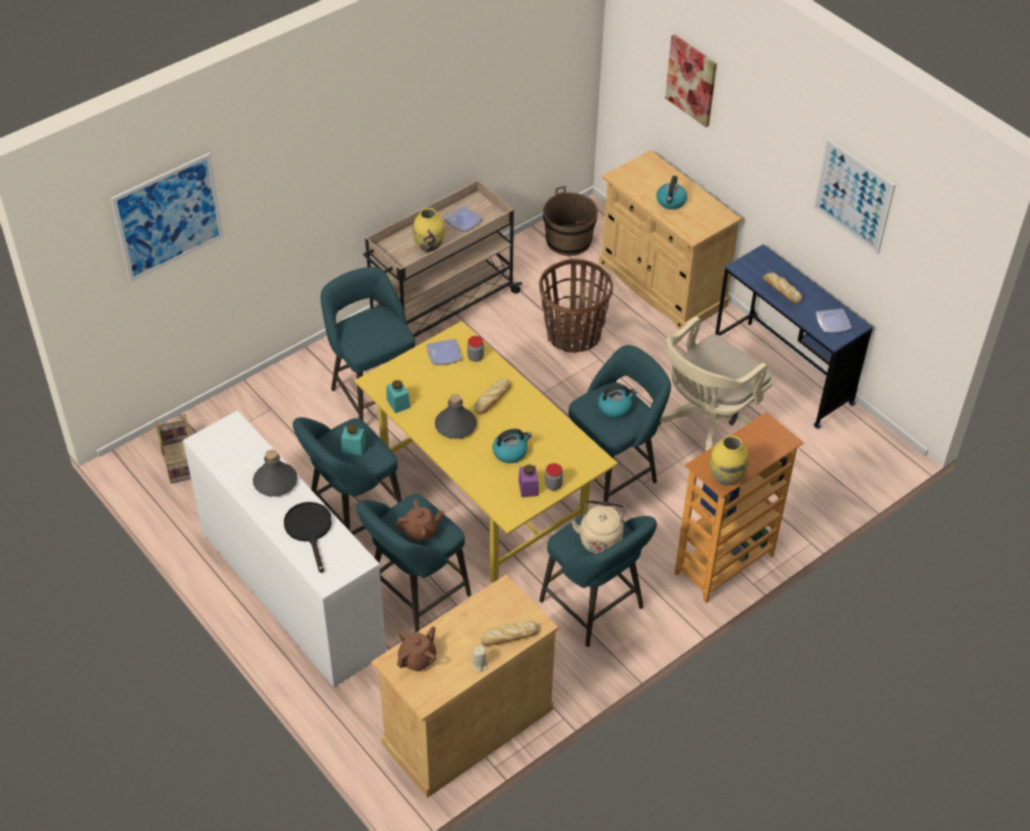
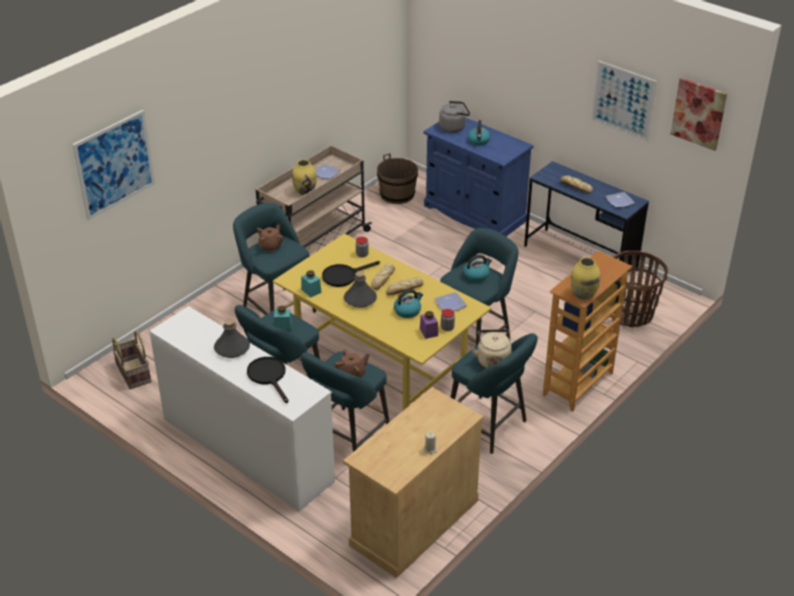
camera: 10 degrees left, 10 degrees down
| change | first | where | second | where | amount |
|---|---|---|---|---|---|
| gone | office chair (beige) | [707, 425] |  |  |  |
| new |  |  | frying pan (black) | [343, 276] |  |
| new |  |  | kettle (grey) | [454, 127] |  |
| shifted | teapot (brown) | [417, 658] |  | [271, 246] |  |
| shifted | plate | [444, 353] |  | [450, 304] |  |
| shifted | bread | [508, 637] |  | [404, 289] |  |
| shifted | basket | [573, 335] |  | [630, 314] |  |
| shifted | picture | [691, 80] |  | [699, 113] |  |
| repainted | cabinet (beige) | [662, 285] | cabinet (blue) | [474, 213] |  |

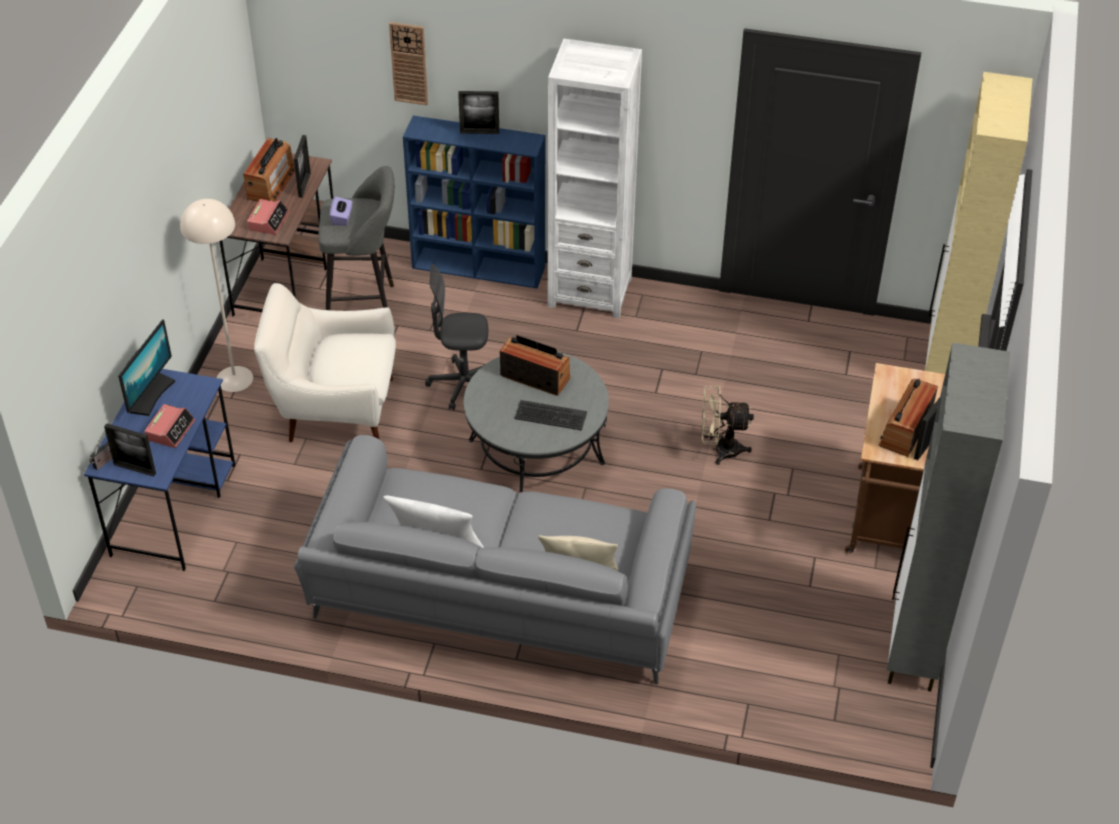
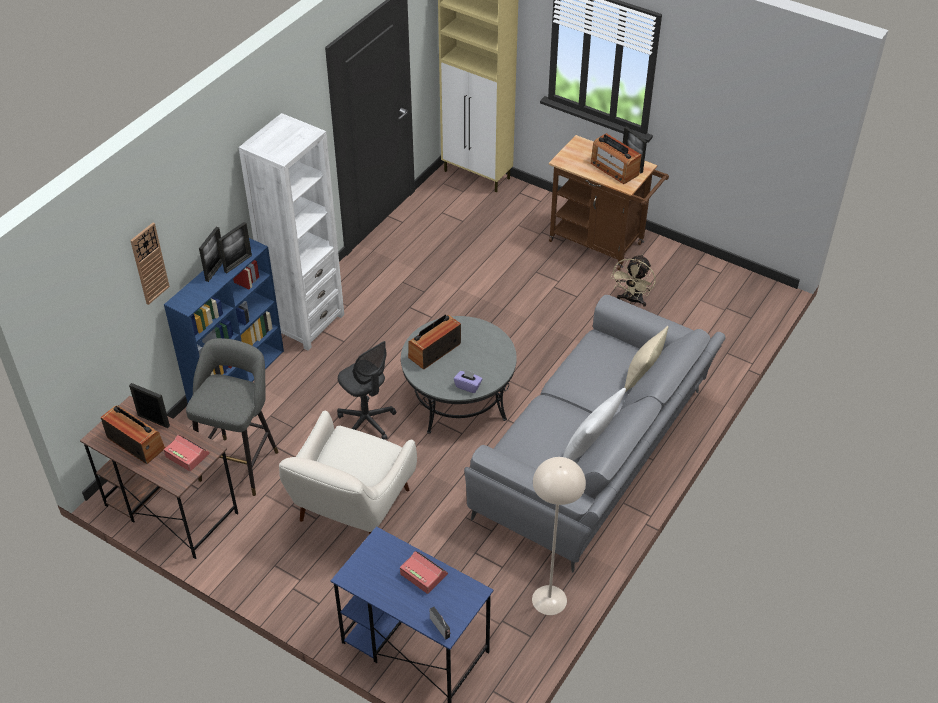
camera: 70 degrees left, 0 degrees up
| change | first | where | second | where | amount |
|---|---|---|---|---|---|
| gone | monitor | [150, 395] |  |  |  |
| gone | keyboard | [550, 416] |  |  |  |
| gone | cabinet (grey) | [913, 648] |  |  |  |
| shifted | picture frame | [135, 469] |  | [238, 263] |  |
| shifted | floor lamp (beige) | [234, 379] |  | [549, 600] |  |
| shifted | tissue box (purple) | [342, 218] |  | [468, 386] |  |
| shifted | fan (beige) | [720, 449] |  | [632, 300] |  |
| rotated | office chair (grey) | [462, 385] |  | [367, 422] | 60 degrees counterclockwise |

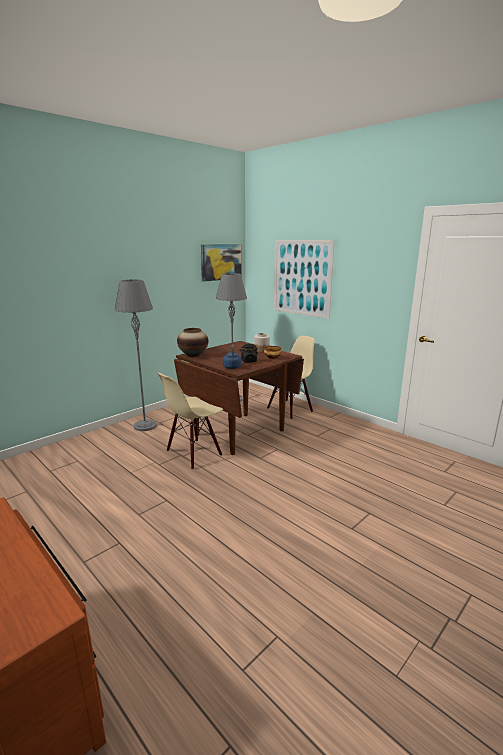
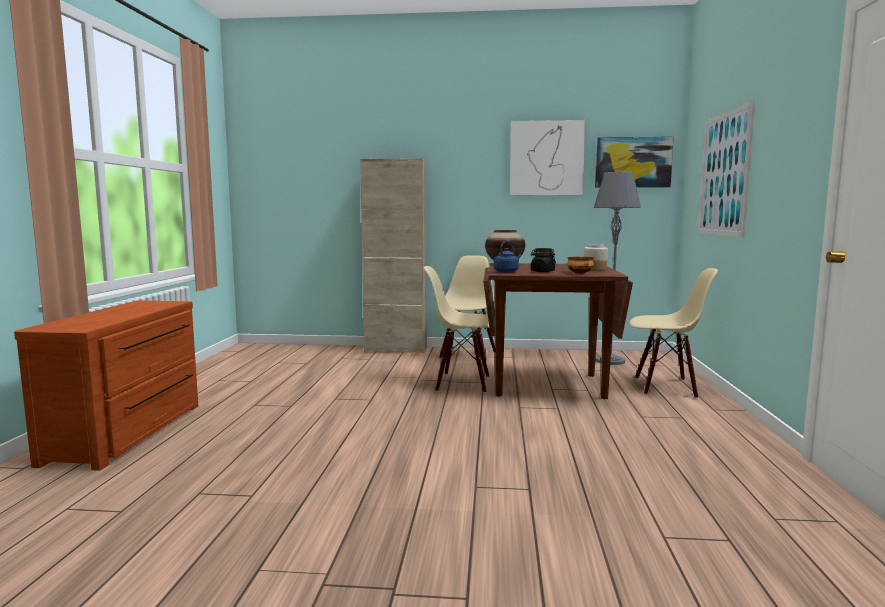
camera: 50 degrees right, 10 degrees down
| change | first | where | second | where | amount |
|---|---|---|---|---|---|
| new |  |  | cabinet (beige) | [396, 349] |  |
| new |  |  | picture | [546, 158] |  |
| swapped | floor lamp (grey) | [145, 426] | chair (beige) | [467, 355] |  |

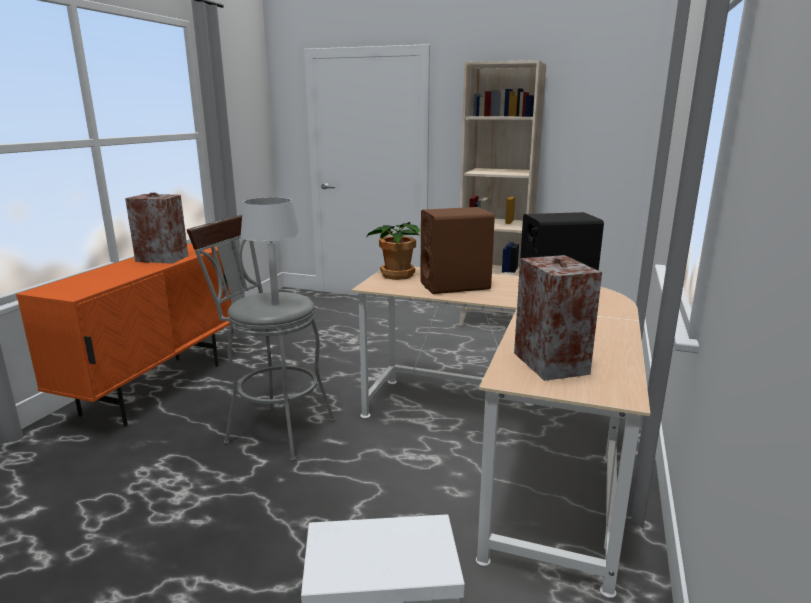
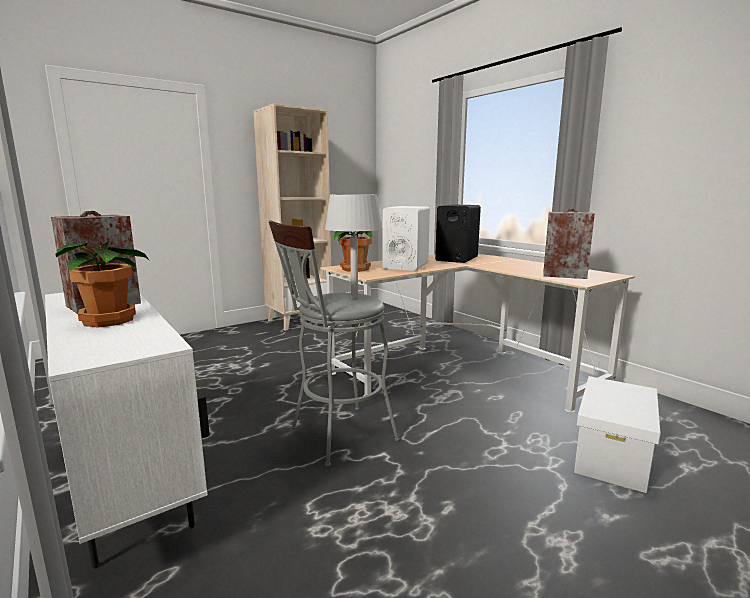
camera: 55 degrees left, 5 degrees down
| change | first | where | second | where | amount |
|---|---|---|---|---|---|
| new |  |  | potted plant | [111, 320] |  |
| repainted | cabinet (orange) | [155, 388] | cabinet (white) | [129, 487] |  |
| repainted | speaker (brown) | [455, 286] | speaker (white) | [406, 266] |  |

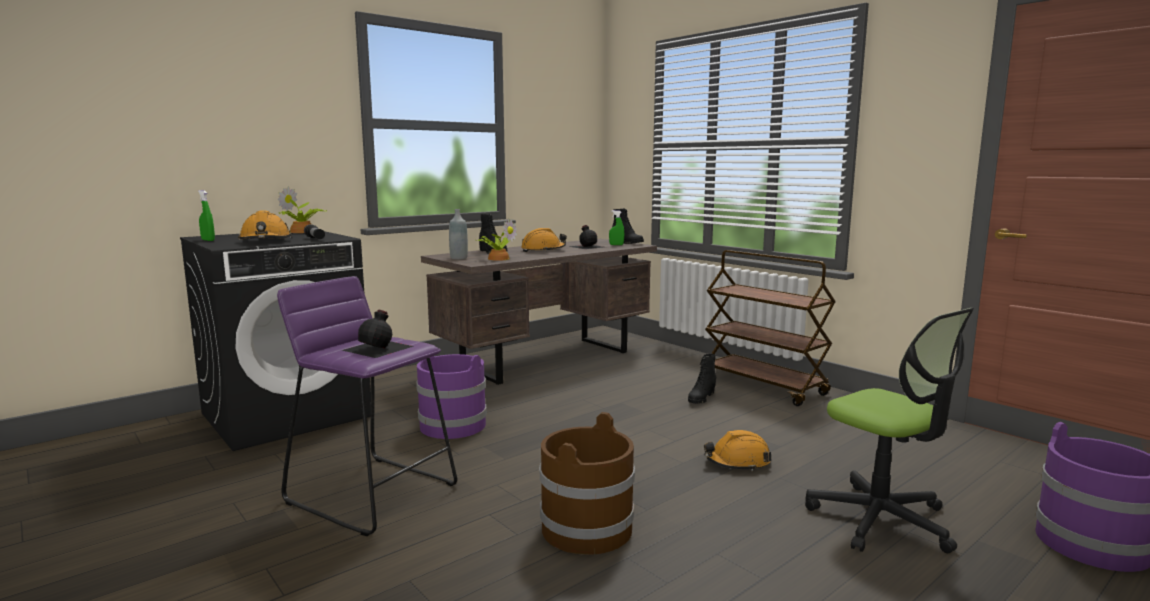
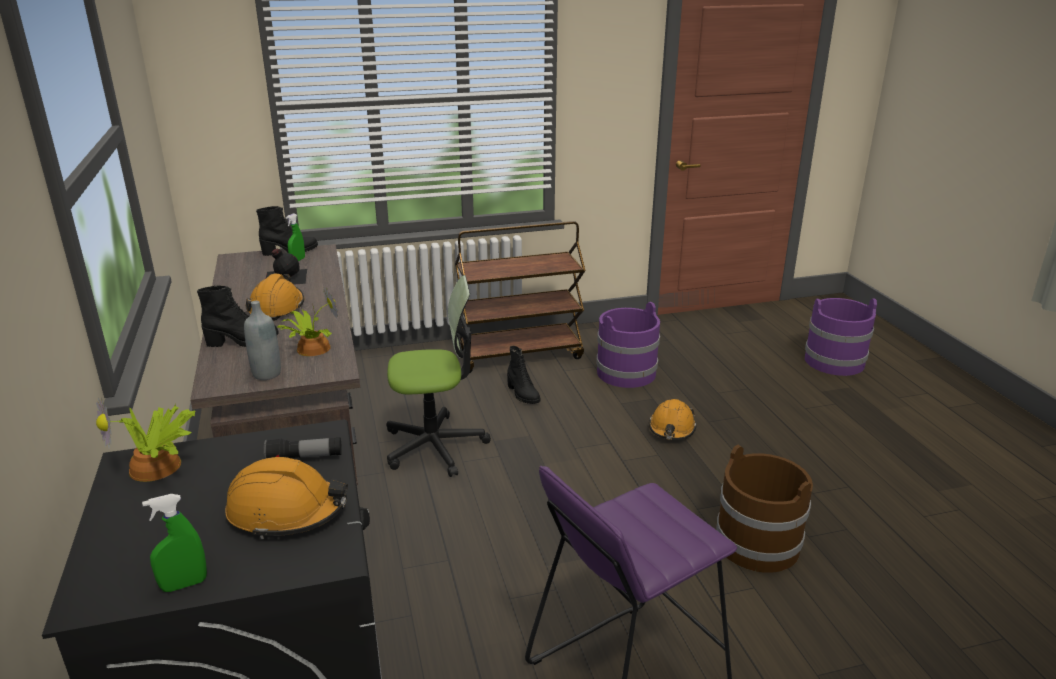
camera: 65 degrees left, 15 degrees up
| change | first | where | second | where | amount |
|---|---|---|---|---|---|
| gone | bottle (black) | [379, 348] |  |  |  |
| shifted | bucket (purple) | [452, 425] |  | [626, 373] |  |
| shifted | office chair | [881, 520] |  | [435, 446] |  |

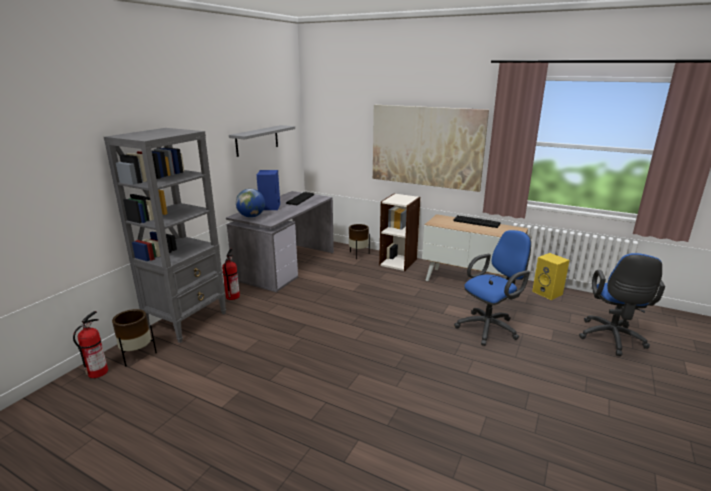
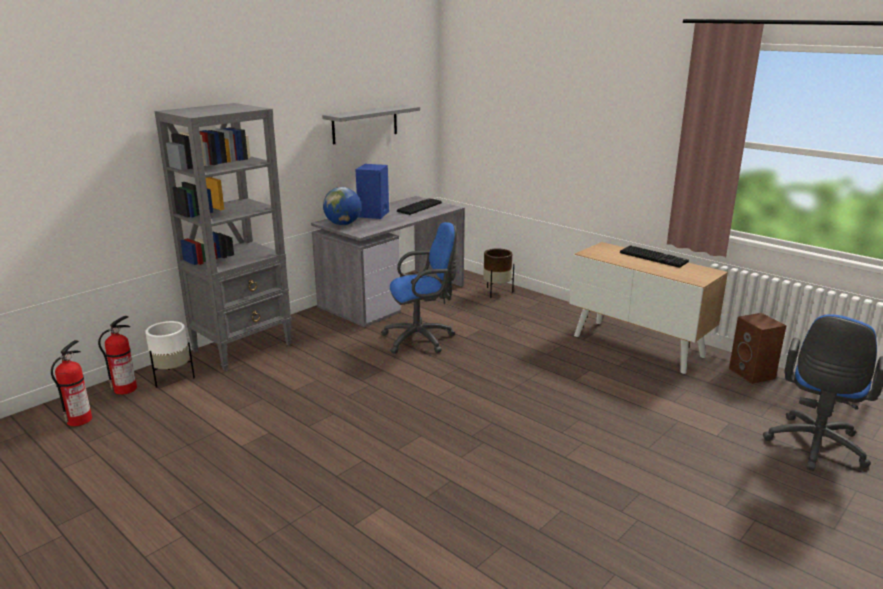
camera: 15 degrees right, 0 degrees up
| change | first | where | second | where | amount |
|---|---|---|---|---|---|
| gone | picture | [426, 146] |  |  |  |
| gone | bookcase | [398, 262] |  |  |  |
| shifted | fire extinguisher | [232, 296] |  | [80, 419] |  |
| shifted | office chair (blue) | [489, 327] |  | [422, 339] |  |
| repainted | planter (brown) | [138, 355] | planter (white) | [173, 378] |  |
| repainted | speaker (yellow) | [548, 293] | speaker (brown) | [753, 374] |  |

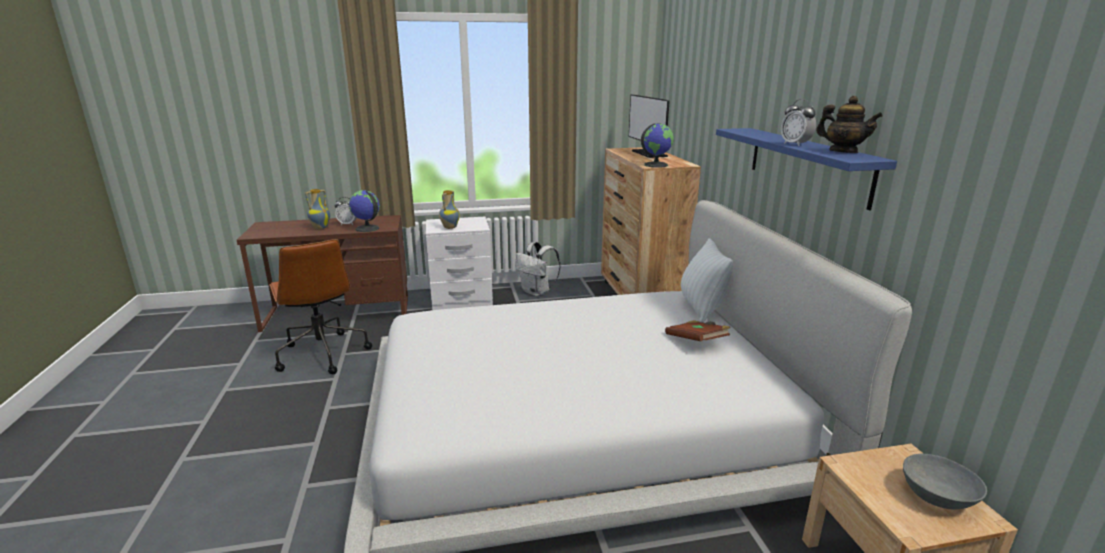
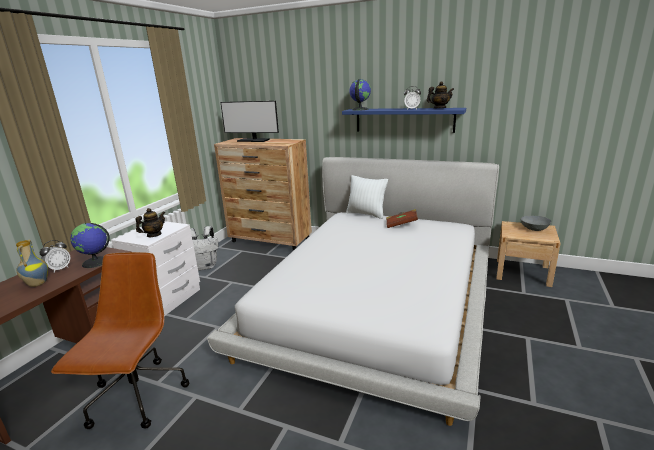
camera: 55 degrees left, 0 degrees up
| change | first | where | second | where | amount |
|---|---|---|---|---|---|
| shifted | globe | [655, 165] |  | [359, 109] |  |
| swapped | vase | [449, 227] | teapot | [154, 235] |  |
| rotated | office chair (brown) | [322, 354] |  | [137, 397] | 90 degrees counterclockwise |

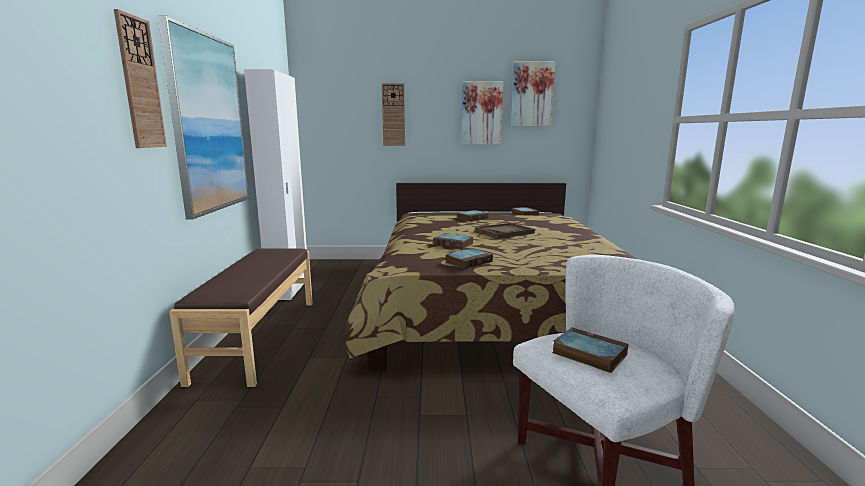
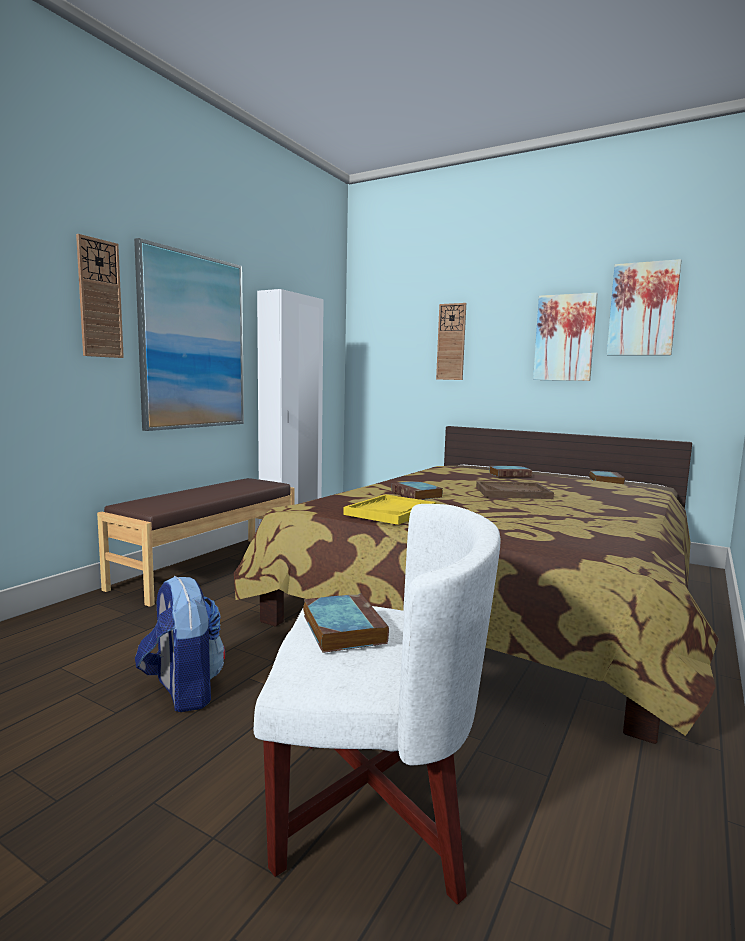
camera: 30 degrees right, 5 degrees down
| change | first | where | second | where | amount |
|---|---|---|---|---|---|
| new |  |  | backpack | [182, 691] |  |
| swapped | book | [469, 261] | tray (yellow) | [391, 512] |  |

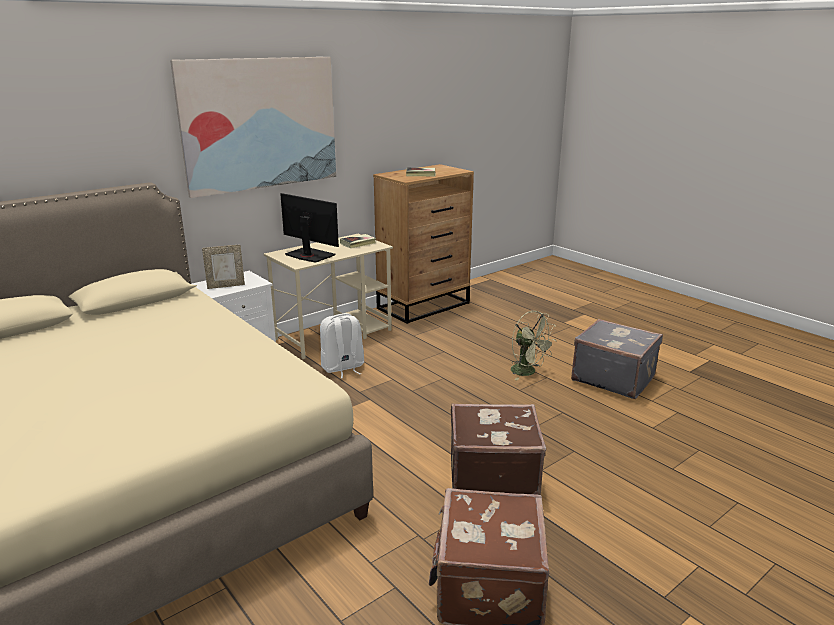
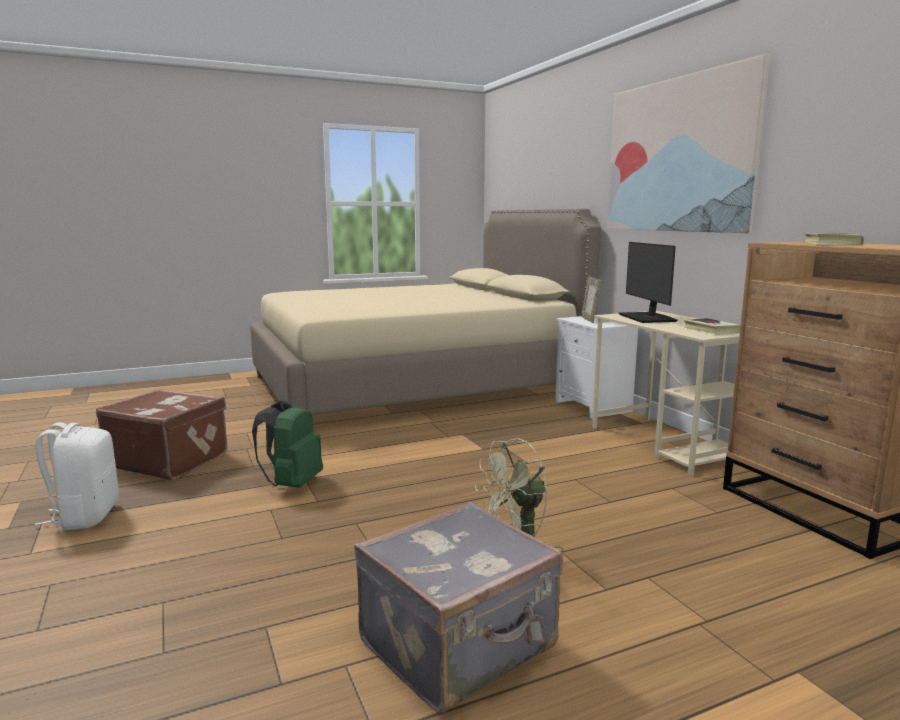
camera: 105 degrees right, 10 degrees down
| change | first | where | second | where | amount |
|---|---|---|---|---|---|
| shifted | backpack (white) | [342, 368] |  | [85, 516] |  |
| swapped | suitcase (brown) | [492, 475] | backpack (green) | [292, 484] |  |
| rotated | monitor | [309, 255] |  | [647, 318] | 120 degrees clockwise |

